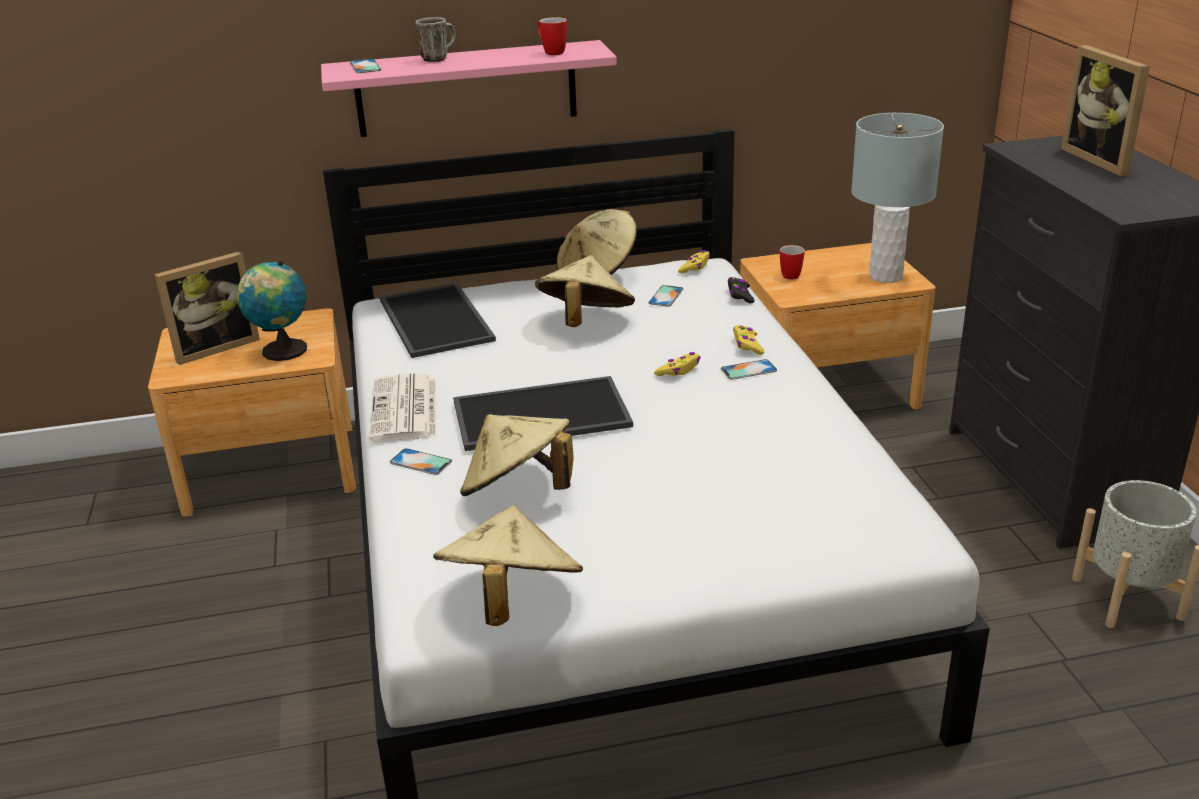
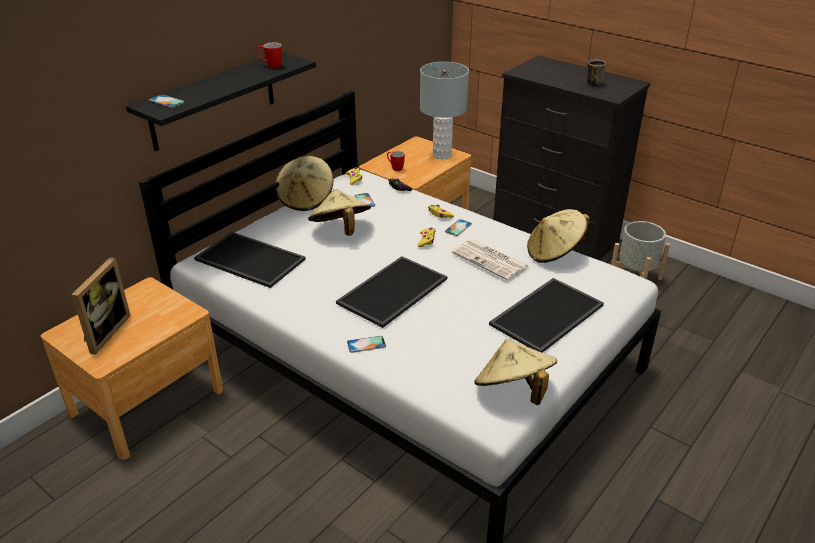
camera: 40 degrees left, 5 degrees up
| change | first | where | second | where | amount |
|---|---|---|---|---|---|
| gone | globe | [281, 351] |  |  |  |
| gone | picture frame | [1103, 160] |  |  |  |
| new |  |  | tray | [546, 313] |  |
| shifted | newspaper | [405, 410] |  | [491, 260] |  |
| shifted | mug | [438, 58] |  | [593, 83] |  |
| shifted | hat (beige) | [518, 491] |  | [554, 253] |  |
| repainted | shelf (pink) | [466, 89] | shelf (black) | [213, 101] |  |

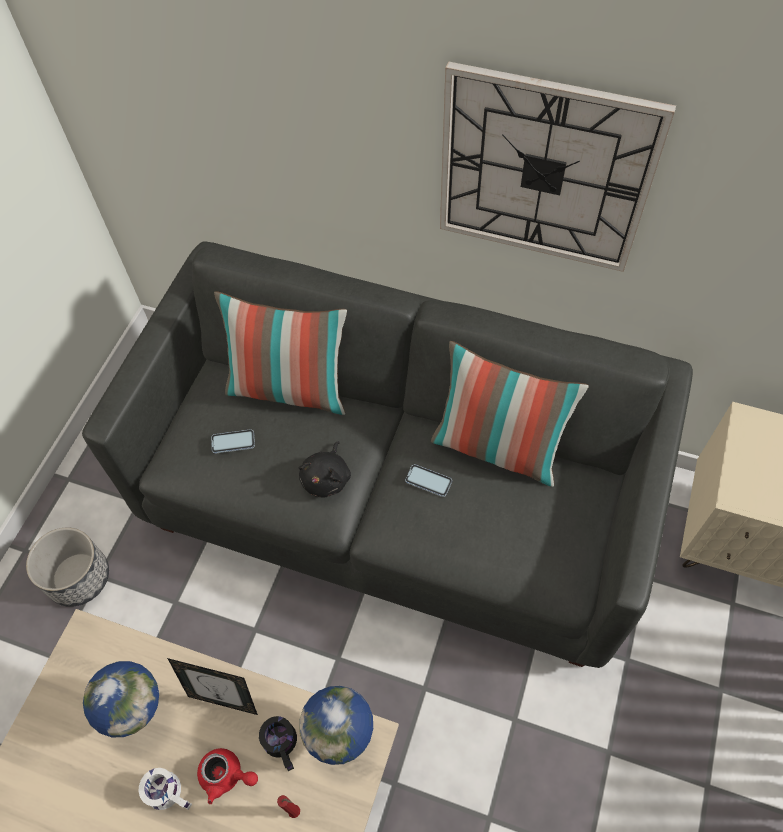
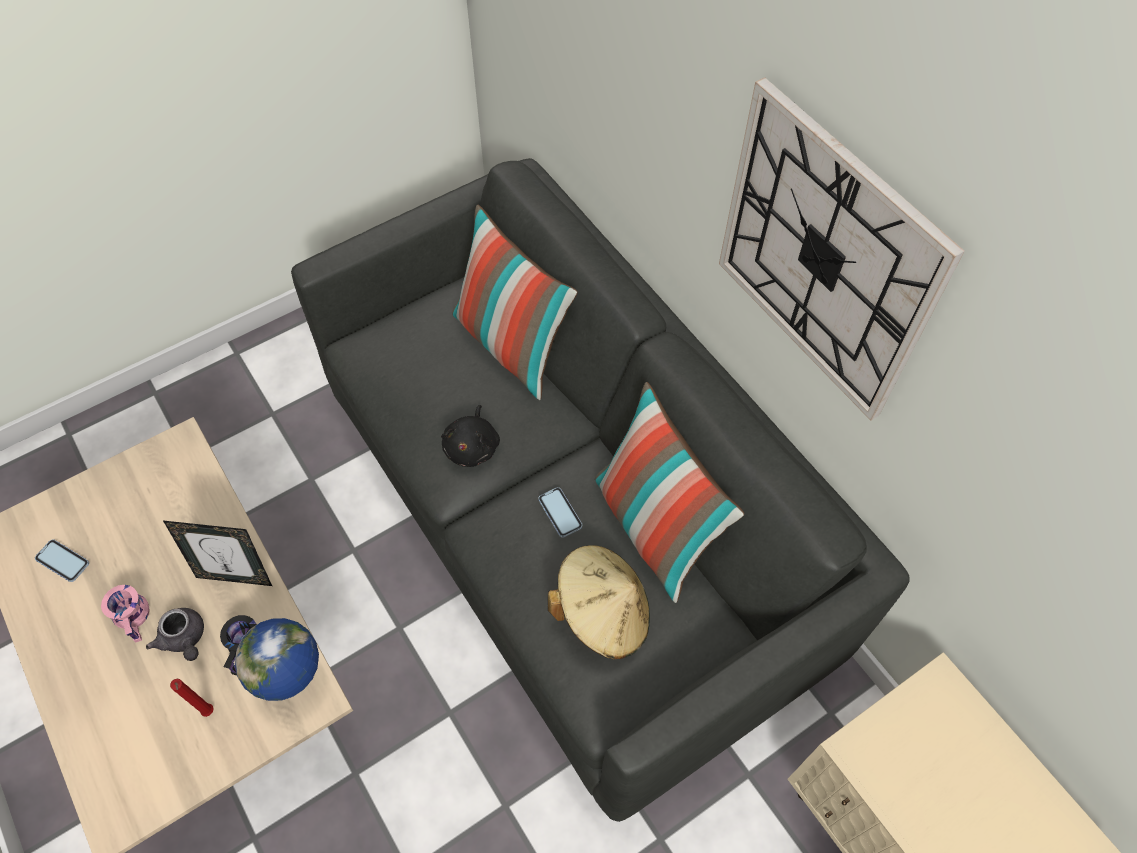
camera: 35 degrees right, 0 degrees up
| change | first | where | second | where | amount |
|---|---|---|---|---|---|
| gone | planter | [78, 577] |  |  |  |
| gone | globe | [140, 712] |  |  |  |
| new |  |  | hat (beige) | [602, 613] |  |
| shifted | phone | [233, 442] |  | [63, 561] |  |
| repainted | mug (white) | [171, 791] | mug (pink) | [136, 617] |  |
| repainted | teapot (red) | [226, 776] | teapot (grey) | [185, 639] |  |
| rotated | picture frame | [224, 699] |  | [236, 575] | 45 degrees counterclockwise |
| rotated | plush toy (black) | [327, 478] |  | [472, 446] | 45 degrees counterclockwise |

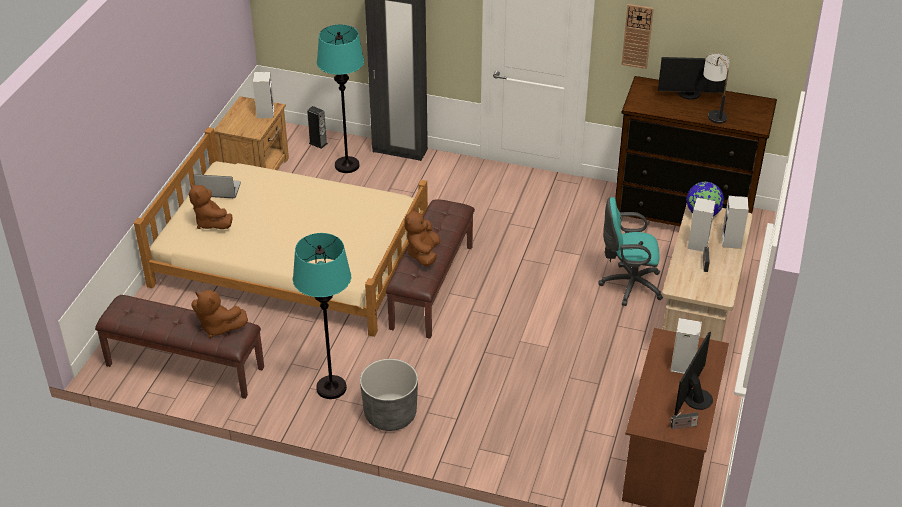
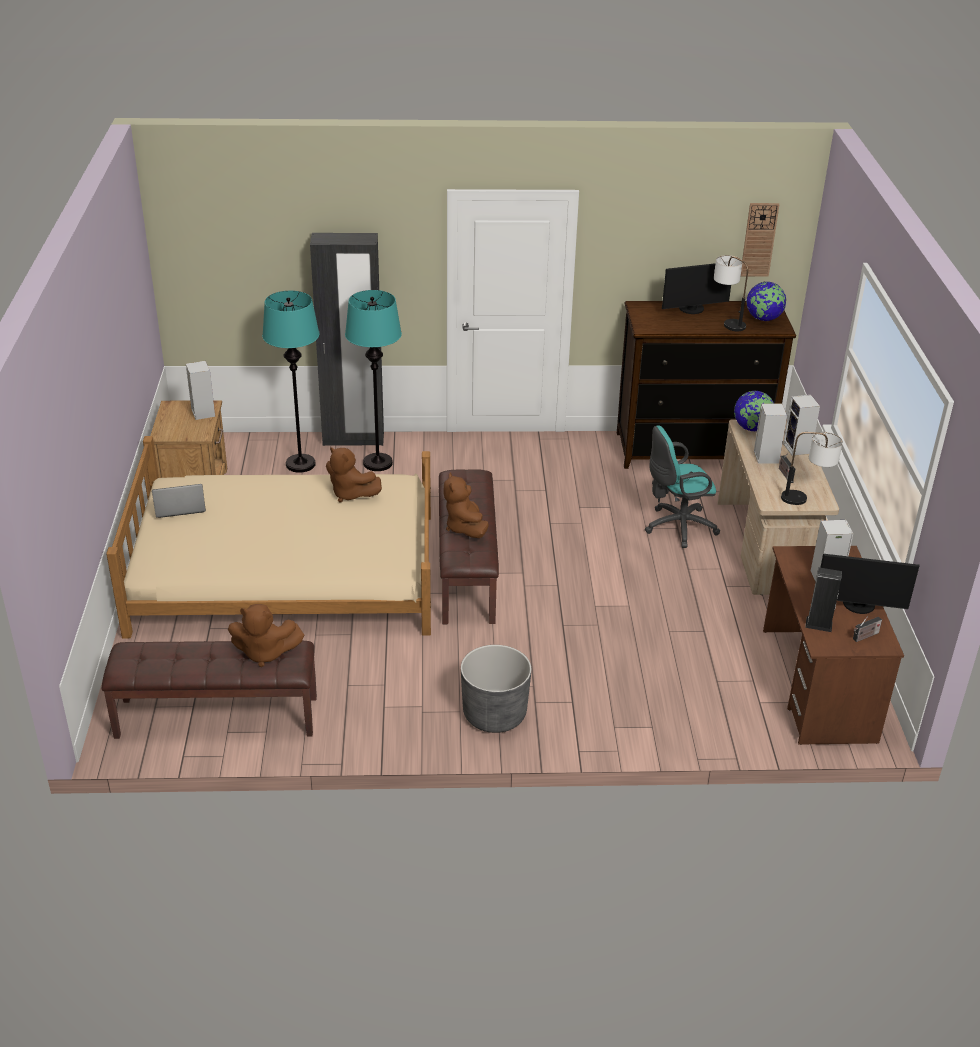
camera: 20 degrees left, 5 degrees down
| change | first | where | second | where | amount |
|---|---|---|---|---|---|
| new |  |  | globe | [763, 319] |  |
| new |  |  | table lamp | [806, 499] |  |
| shifted | plush toy (brown) | [211, 223] |  | [350, 494] |  |
| shifted | floor lamp (turquoise) | [331, 388] |  | [377, 463] |  |
| shifted | speaker | [318, 143] |  | [818, 624] |  |
| shifted | wall clock | [637, 36] |  | [759, 239] |  |
| rotated | monitor | [695, 398] |  | [859, 606] | 90 degrees counterclockwise |

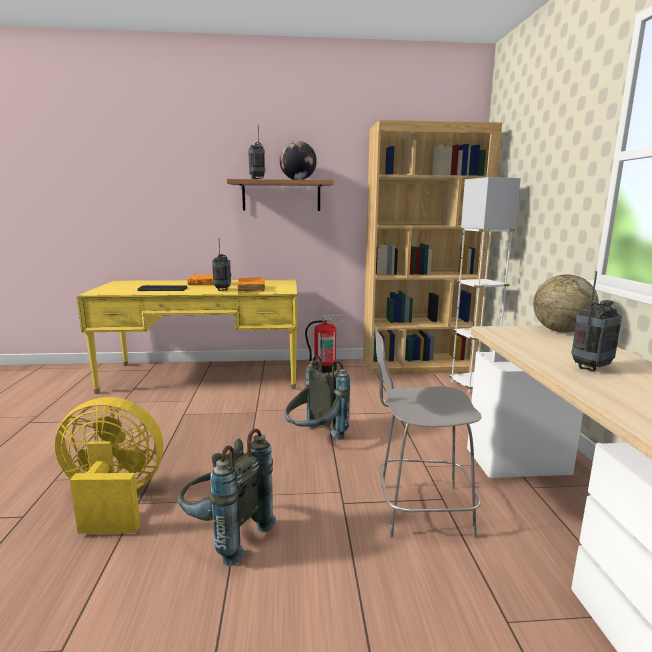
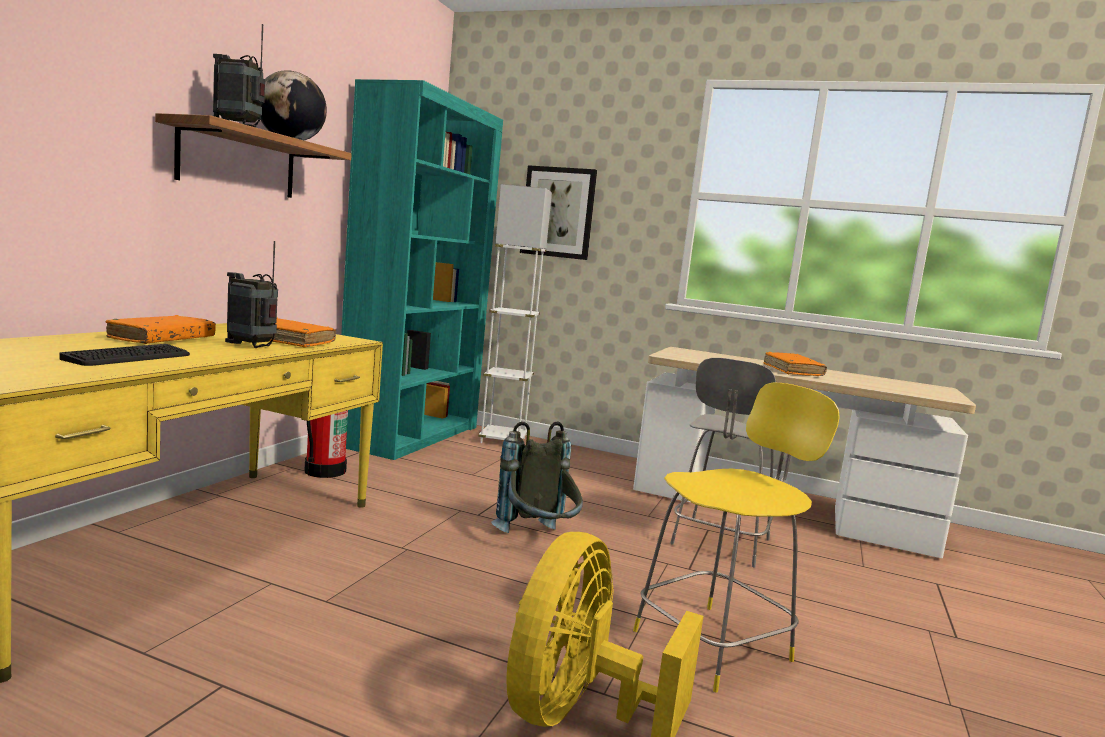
camera: 65 degrees left, 5 degrees down
| change | first | where | second | where | amount |
|---|---|---|---|---|---|
| gone | globe | [560, 331] |  |  |  |
| new |  |  | picture | [558, 212] |  |
| swapped | backpack (grey) | [225, 535] | chair (yellow) | [716, 644] |  |
| swapped | radio | [591, 368] | book (orange) | [792, 371] |  |
| repainted | bookcase (brown) | [419, 366] | bookcase (turquoise) | [412, 436] |  |

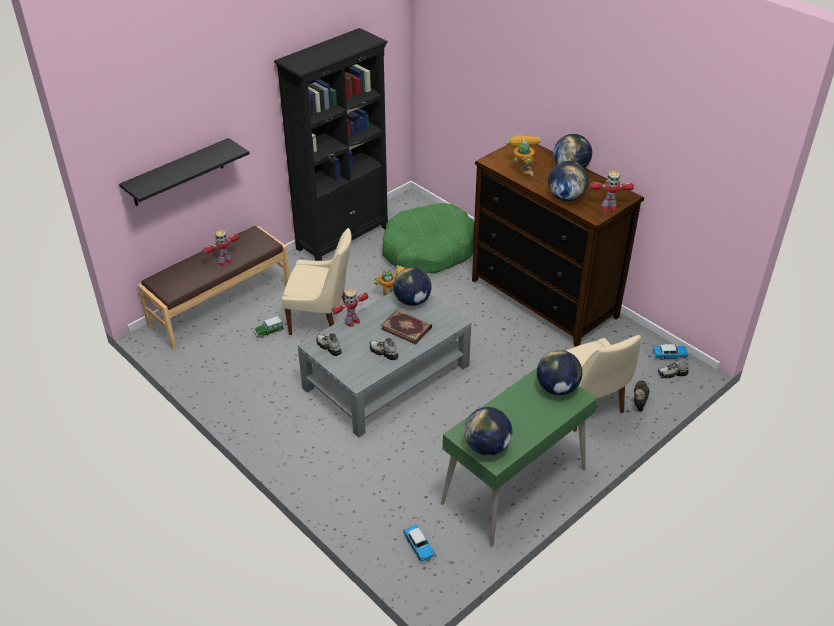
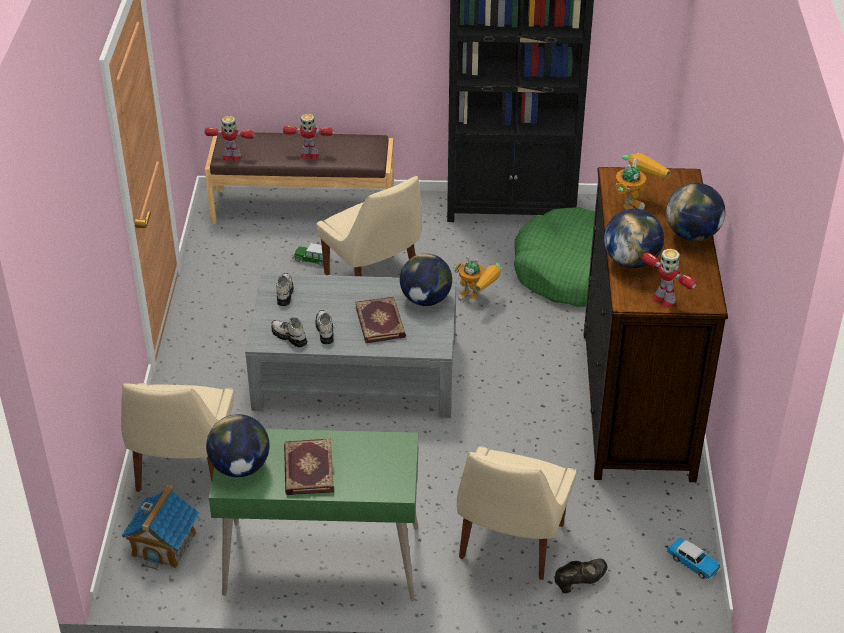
camera: 45 degrees right, 0 degrees up
| change | first | where | second | where | amount |
|---|---|---|---|---|---|
| gone | shelf (black) | [178, 173] |  |  |  |
| gone | globe | [557, 388] |  |  |  |
| new |  |  | chair (beige) | [183, 471] |  |
| new |  |  | book | [307, 469] |  |
| shifted | toy robot | [352, 322] |  | [231, 157] |  |
| shifted | shoe | [672, 373] |  | [289, 337] |  |
| swapped | toy car | [419, 547] | toy house | [164, 544] |  |

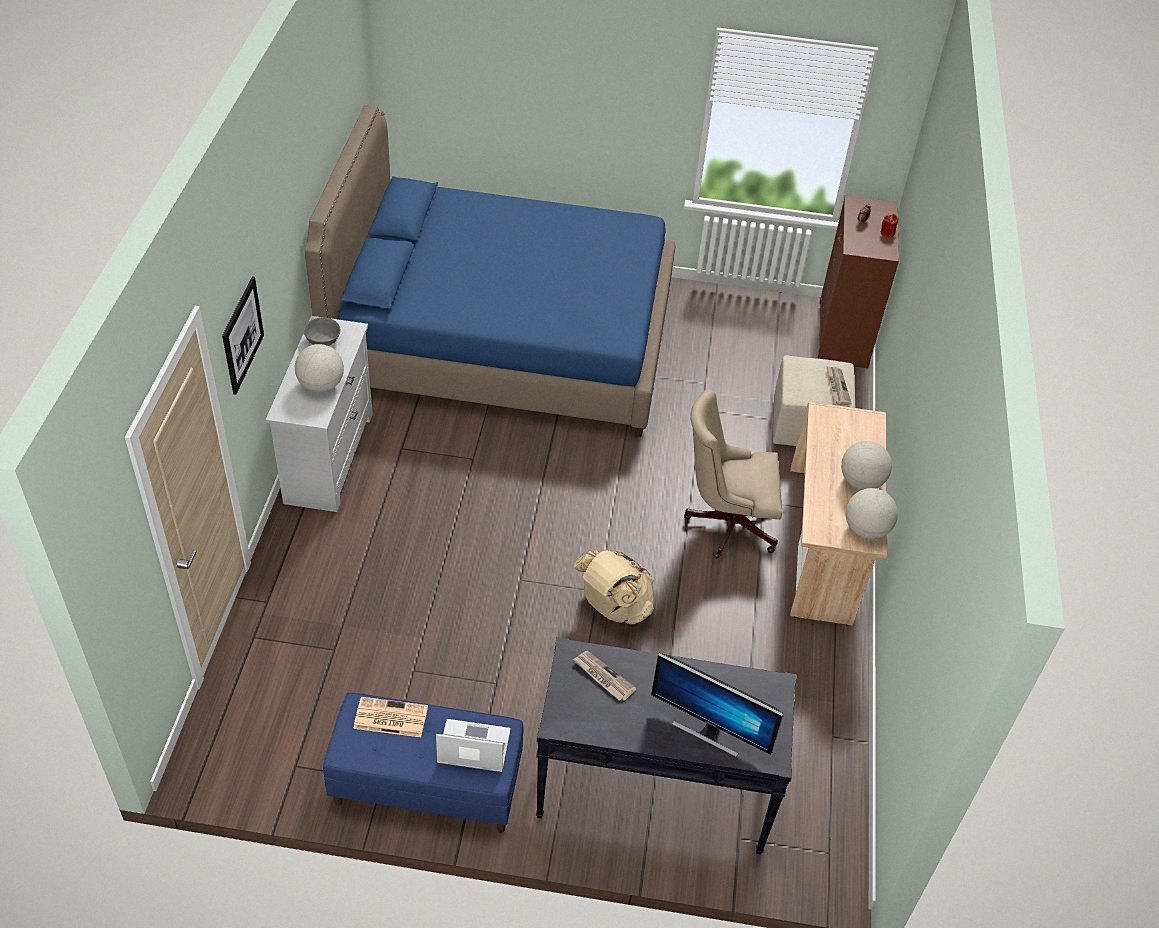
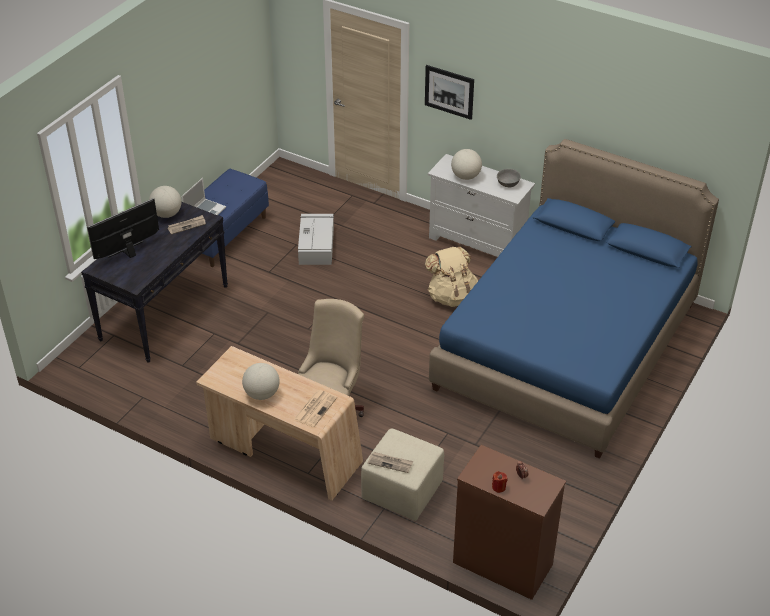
camera: 115 degrees right, 5 degrees down
| change | first | where | second | where | amount |
|---|---|---|---|---|---|
| new |  |  | storage box (grey) | [316, 245] |  |
| shifted | newspaper | [389, 718] |  | [315, 408] |  |
| shifted | backpack (beige) | [613, 607] |  | [451, 296] |  |
| shifted | globe | [866, 530] |  | [167, 214] |  |

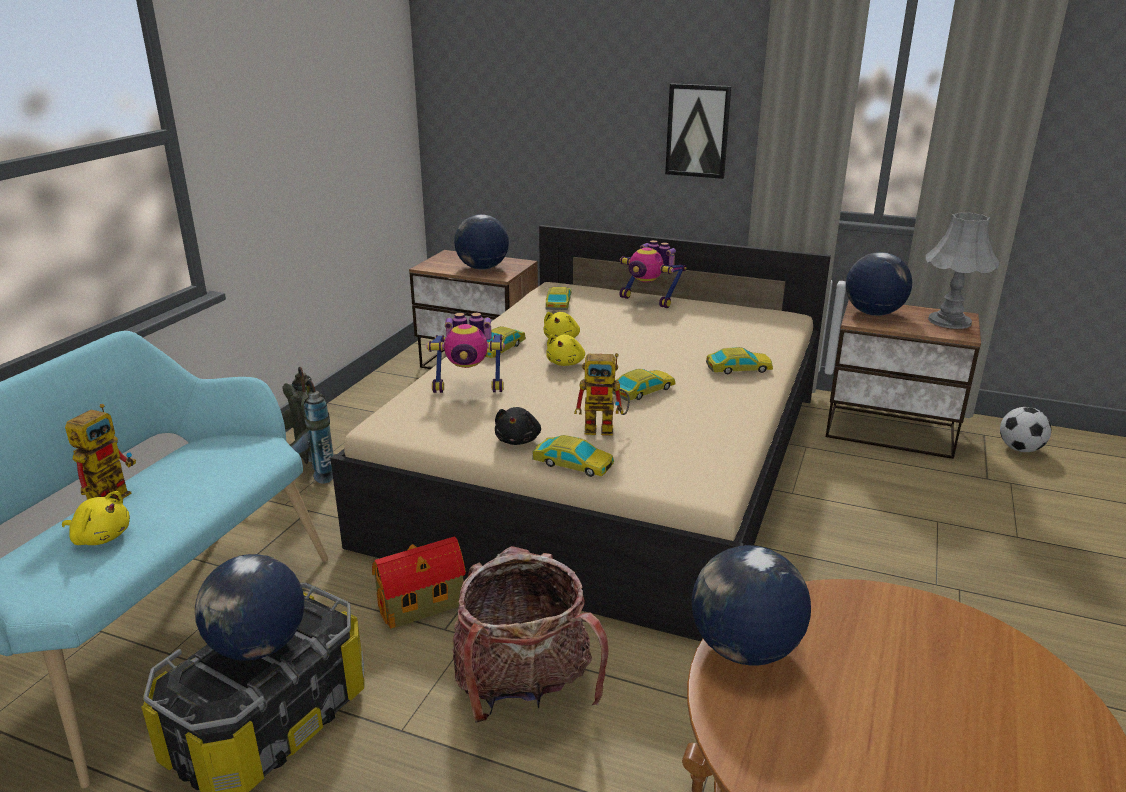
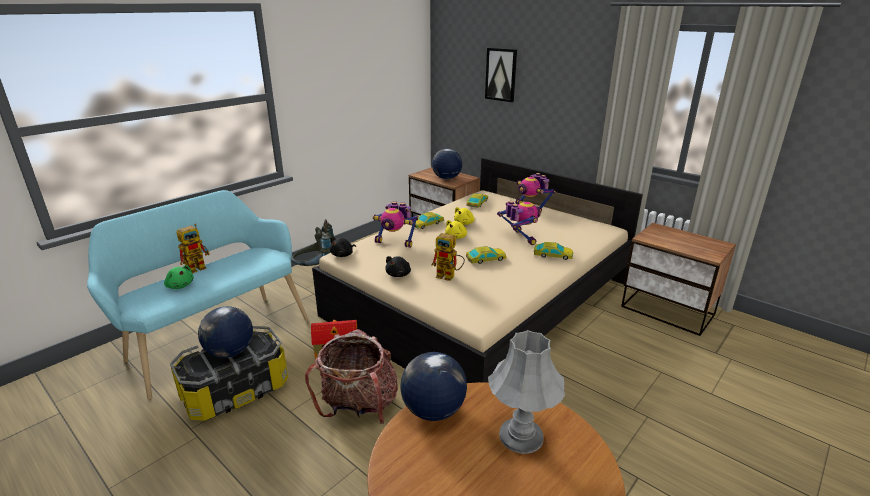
camera: 20 degrees right, 0 degrees up
| change | first | where | second | where | amount |
|---|---|---|---|---|---|
| gone | toy car | [573, 464] |  |  |  |
| gone | globe | [873, 313] |  |  |  |
| gone | football | [1020, 449] |  |  |  |
| new |  |  | plush toy (black) | [343, 255] |  |
| new |  |  | toy robot | [519, 238] |  |
| shifted | picture | [698, 131] |  | [501, 74] |  |
| shifted | table lamp (grey) | [949, 321] |  | [521, 435] |  |
| repainted | plush toy (yellow) | [101, 537] | plush toy (green) | [180, 286] |  |

